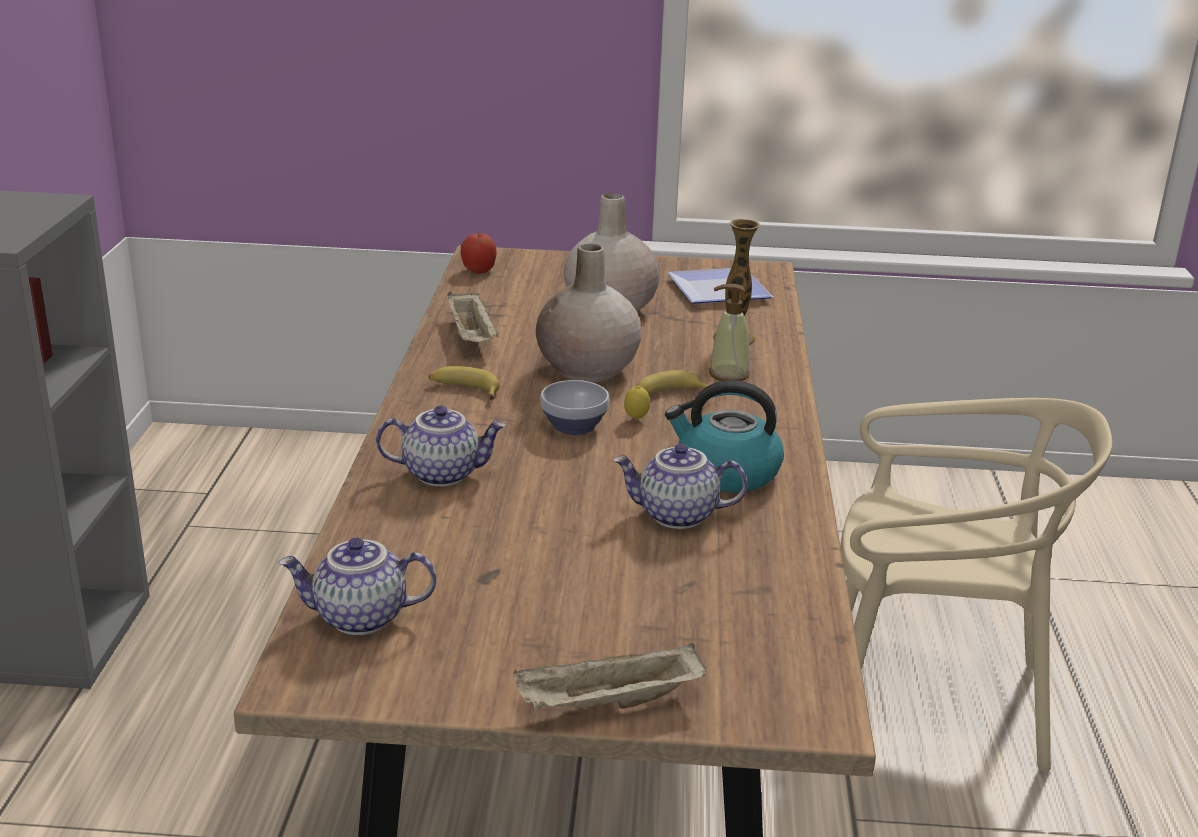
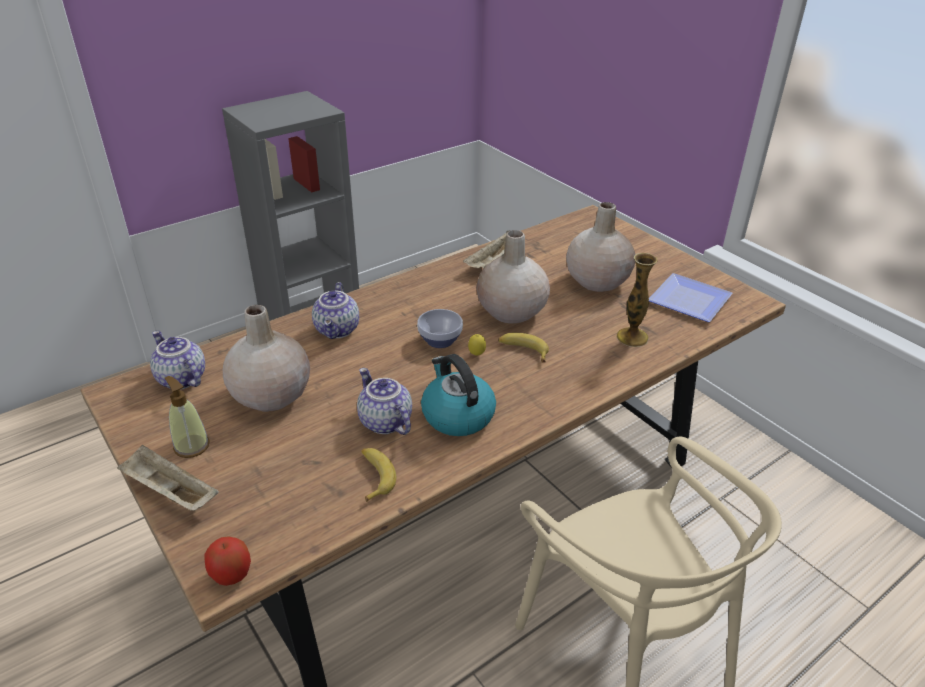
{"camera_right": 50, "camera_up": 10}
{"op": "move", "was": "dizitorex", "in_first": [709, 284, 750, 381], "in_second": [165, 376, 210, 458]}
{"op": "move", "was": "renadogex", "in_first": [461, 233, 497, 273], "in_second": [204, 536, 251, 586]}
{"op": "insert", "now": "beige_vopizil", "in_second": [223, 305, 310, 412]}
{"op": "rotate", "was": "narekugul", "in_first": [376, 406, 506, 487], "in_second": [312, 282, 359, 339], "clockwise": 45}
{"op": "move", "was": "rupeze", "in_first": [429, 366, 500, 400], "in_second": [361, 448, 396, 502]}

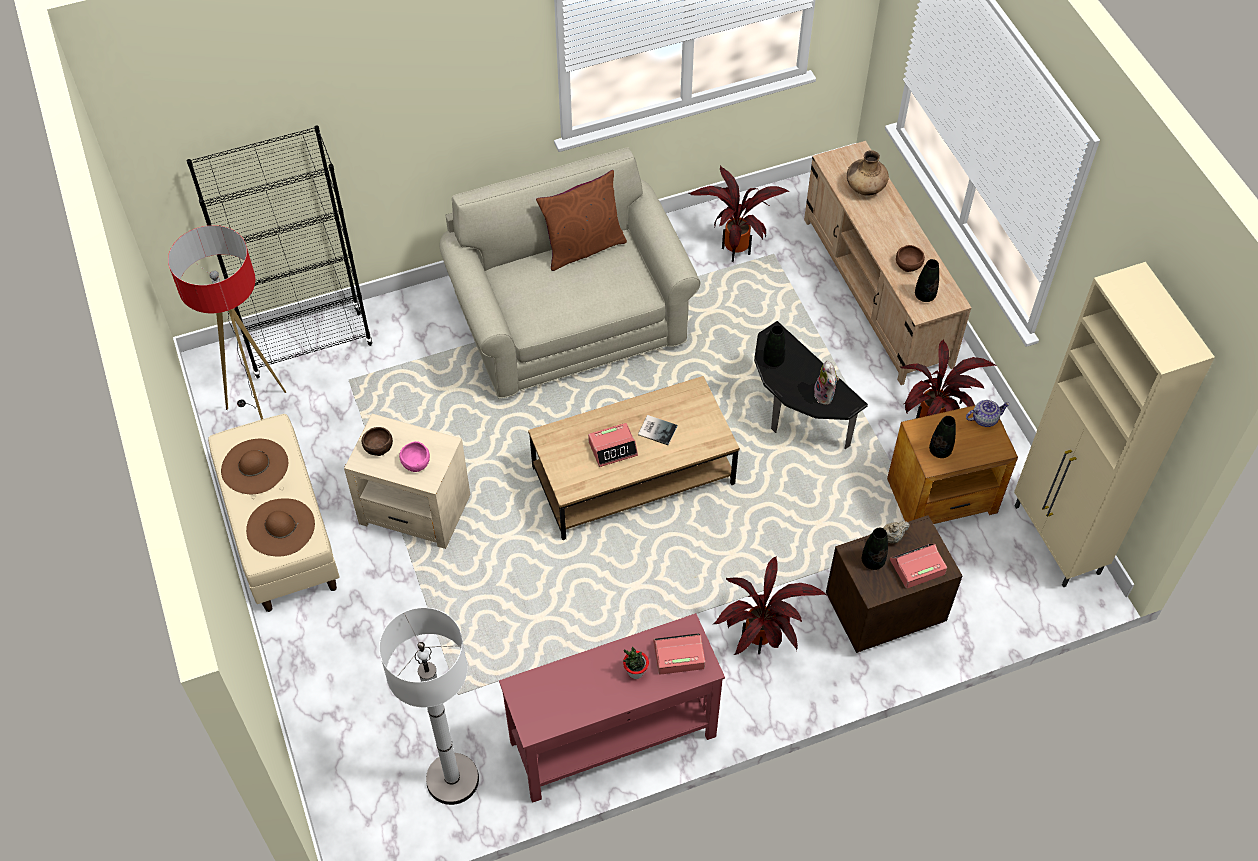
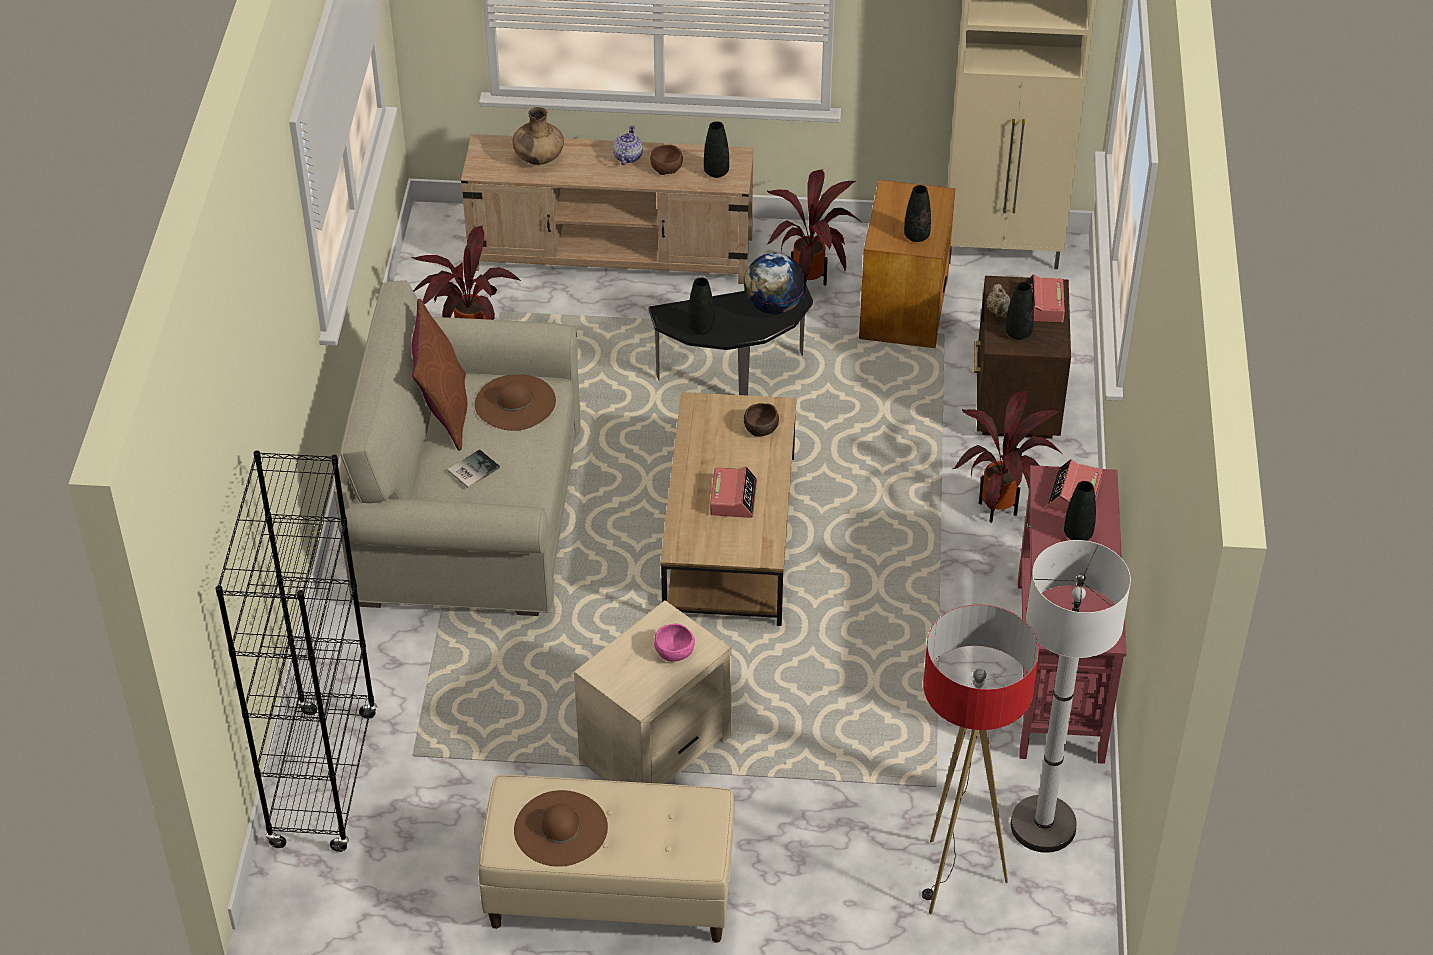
{"camera_right": -65, "camera_up": -10}
{"op": "move", "was": "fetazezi", "in_first": [638, 415, 677, 445], "in_second": [447, 449, 500, 488]}
{"op": "move", "was": "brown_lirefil", "in_first": [246, 498, 315, 556], "in_second": [475, 374, 556, 431]}
{"op": "move", "was": "narekugul", "in_first": [966, 400, 1010, 427], "in_second": [613, 125, 643, 165]}
{"op": "replace", "was": "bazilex", "now": "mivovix", "in_first": [814, 360, 839, 405], "in_second": [744, 253, 805, 314]}
{"op": "move", "was": "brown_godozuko", "in_first": [362, 427, 393, 456], "in_second": [744, 403, 779, 437]}
{"op": "move", "was": "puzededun", "in_first": [168, 225, 286, 420], "in_second": [922, 604, 1039, 914]}
{"op": "replace", "was": "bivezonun", "now": "black_vopizil", "in_first": [623, 647, 649, 679], "in_second": [1064, 481, 1096, 541]}

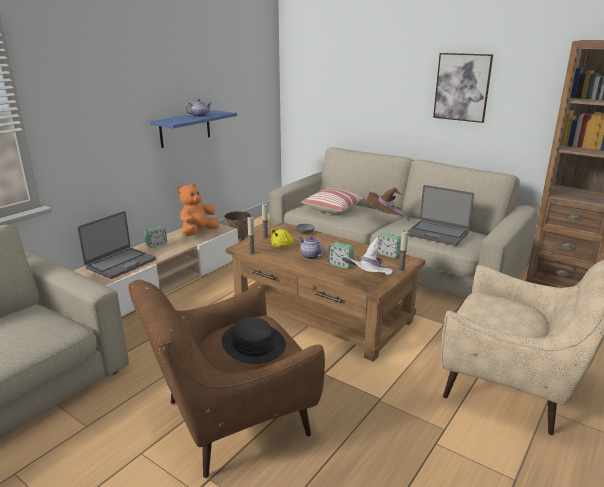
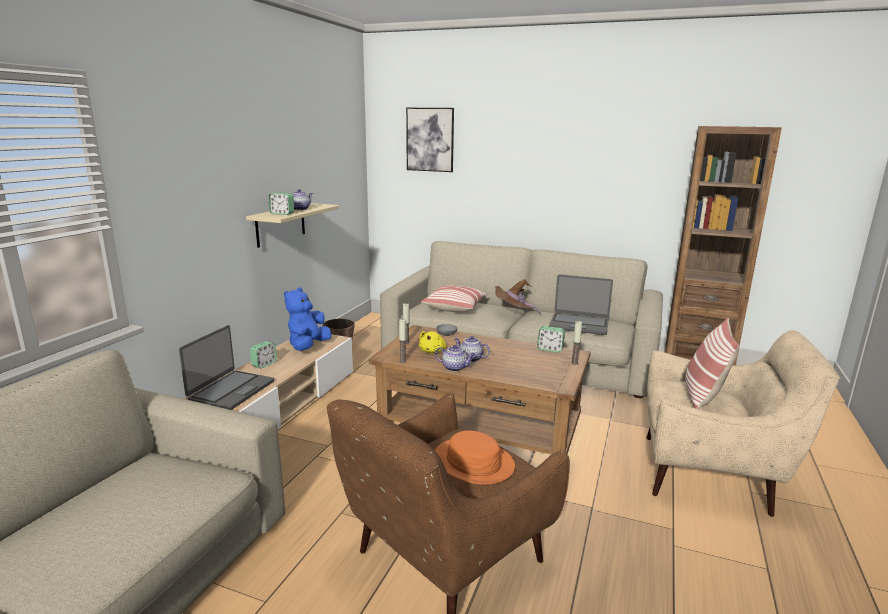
{"camera_right": -15, "camera_up": -5}
{"op": "recolor", "was": "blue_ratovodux", "now": "beige_ratovodux", "in_first": [150, 110, 237, 148], "in_second": [246, 203, 339, 248]}
{"op": "move", "was": "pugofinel", "in_first": [328, 242, 354, 269], "in_second": [268, 192, 294, 215]}
{"op": "recolor", "was": "orange_bazilex", "now": "blue_bazilex", "in_first": [177, 183, 219, 236], "in_second": [284, 288, 331, 351]}
{"op": "move", "was": "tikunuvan", "in_first": [433, 53, 493, 123], "in_second": [406, 108, 454, 172]}
{"op": "insert", "now": "narekugul", "in_second": [435, 345, 475, 371]}
{"op": "recolor", "was": "black_lirefil", "now": "orange_lirefil", "in_first": [222, 317, 286, 364], "in_second": [435, 431, 515, 485]}
{"op": "insert", "now": "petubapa", "in_second": [685, 318, 739, 409]}
{"op": "delete", "was": "white_lirefil", "in_first": [342, 237, 393, 275]}

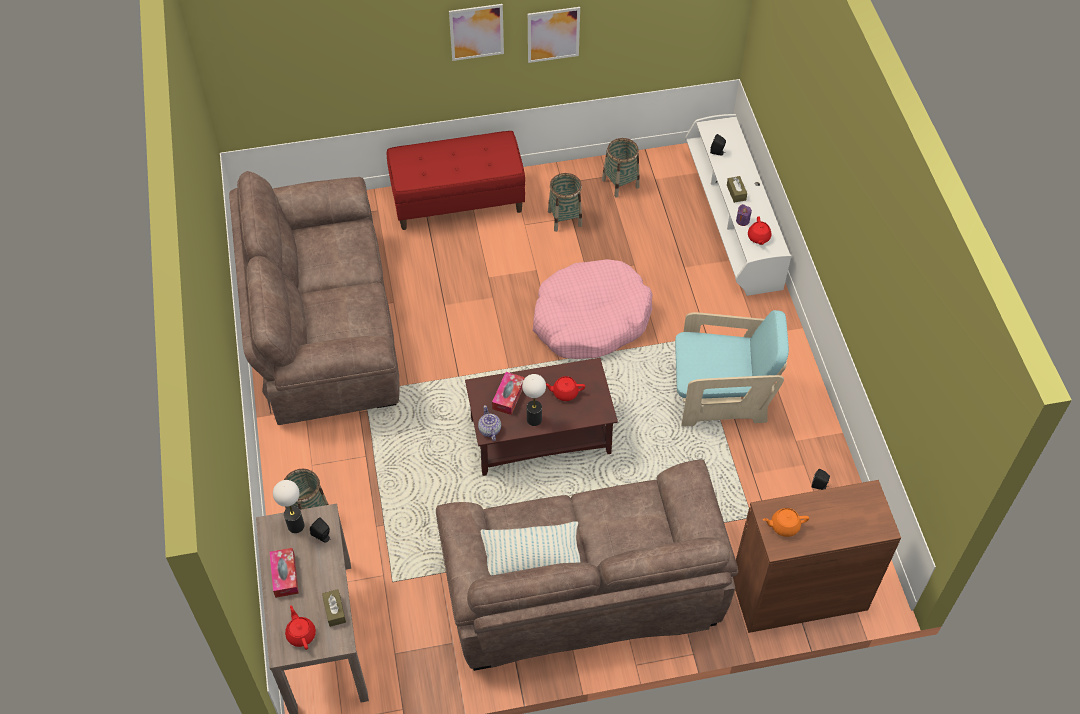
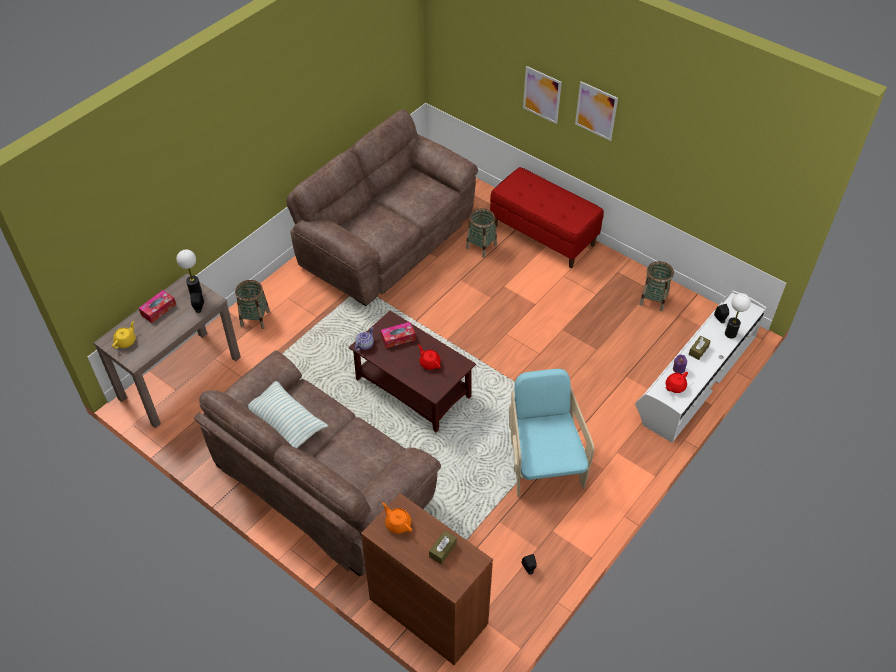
{"camera_right": 50, "camera_up": -5}
{"op": "recolor", "was": "red_narekugul", "now": "yellow_narekugul", "in_first": [285, 605, 316, 650], "in_second": [112, 321, 136, 349]}
{"op": "move", "was": "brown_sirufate", "in_first": [322, 589, 346, 627], "in_second": [429, 531, 457, 564]}
{"op": "move", "was": "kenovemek", "in_first": [548, 173, 582, 232], "in_second": [466, 208, 497, 258]}
{"op": "rotate", "was": "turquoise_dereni", "in_first": [675, 310, 789, 427], "in_second": [509, 369, 594, 497], "clockwise": -150}
{"op": "move", "was": "tikunuvan", "in_first": [528, 7, 580, 63], "in_second": [523, 66, 562, 124]}
{"op": "move", "was": "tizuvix", "in_first": [522, 374, 546, 426], "in_second": [725, 293, 751, 339]}
{"op": "delete", "was": "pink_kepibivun", "in_first": [533, 259, 653, 359]}

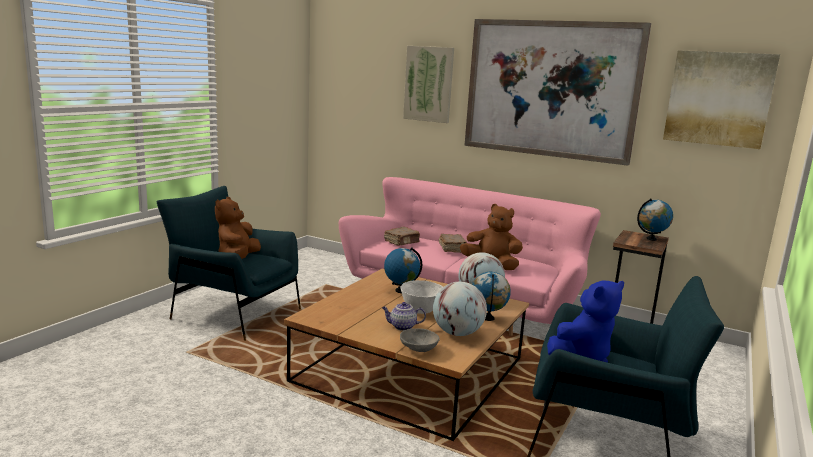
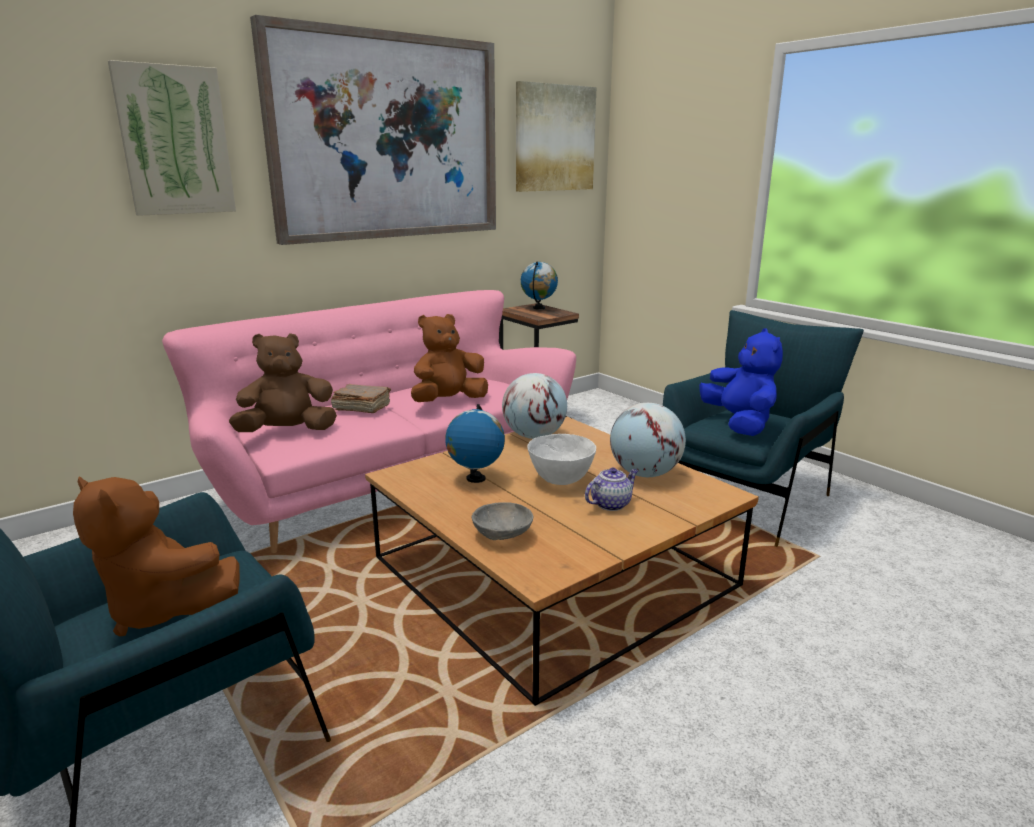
{"camera_right": -65, "camera_up": 5}
{"op": "replace", "was": "brown_fetazezi", "now": "brown_bazilex", "in_first": [384, 227, 420, 246], "in_second": [229, 333, 337, 432]}
{"op": "move", "was": "grey_godozuko", "in_first": [400, 328, 440, 352], "in_second": [472, 502, 533, 540]}
{"op": "rotate", "was": "narekugul", "in_first": [382, 302, 426, 331], "in_second": [585, 468, 638, 511], "clockwise": -150}
{"op": "delete", "was": "mivovix", "in_first": [472, 272, 511, 321]}

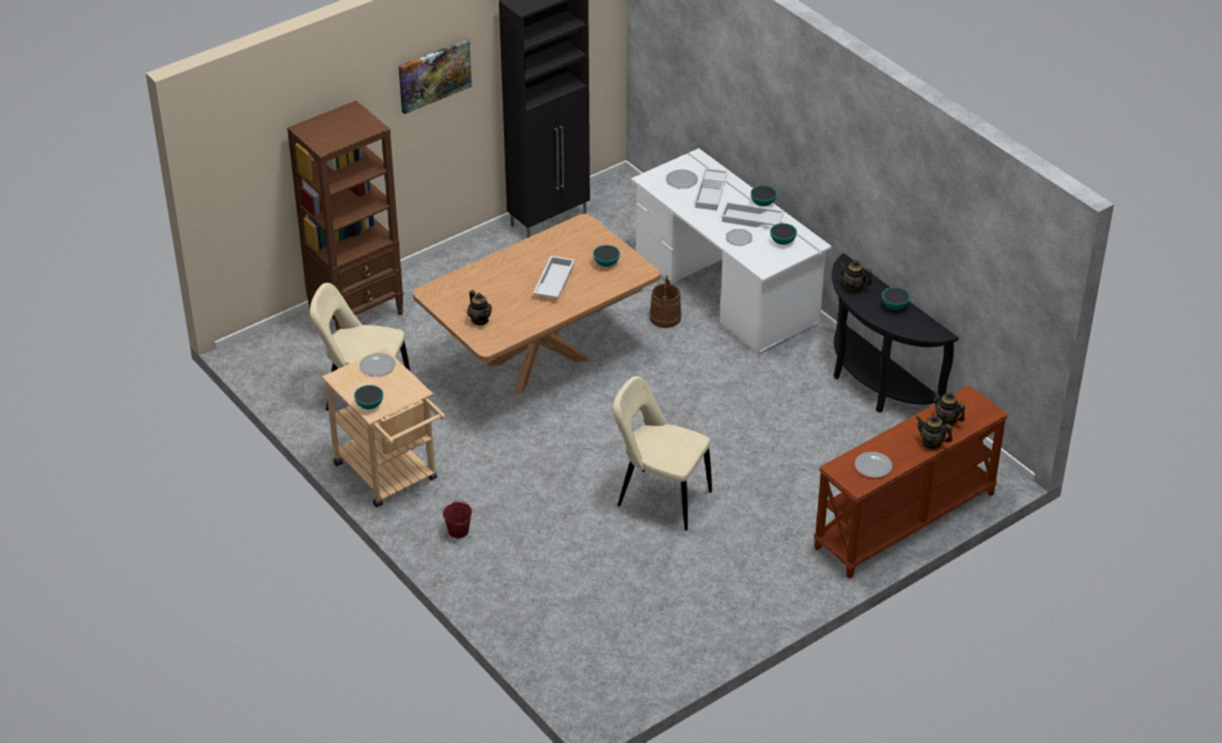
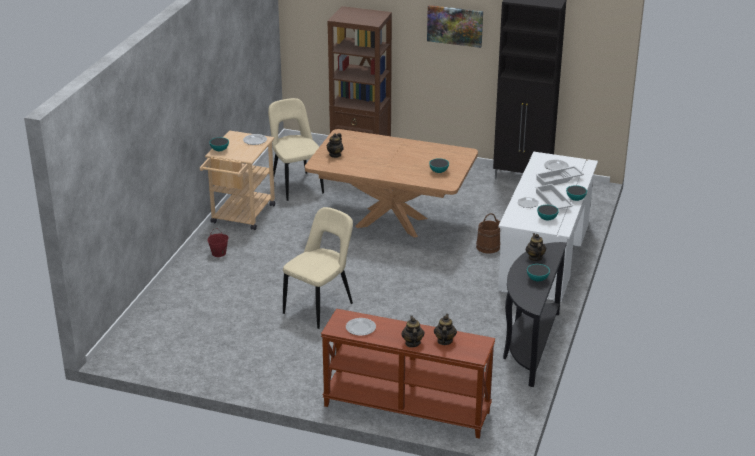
{"camera_right": 55, "camera_up": -10}
{"op": "rotate", "was": "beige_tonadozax", "in_first": [613, 376, 712, 530], "in_second": [283, 207, 353, 329], "clockwise": 45}
{"op": "delete", "was": "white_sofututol", "in_first": [533, 256, 575, 298]}

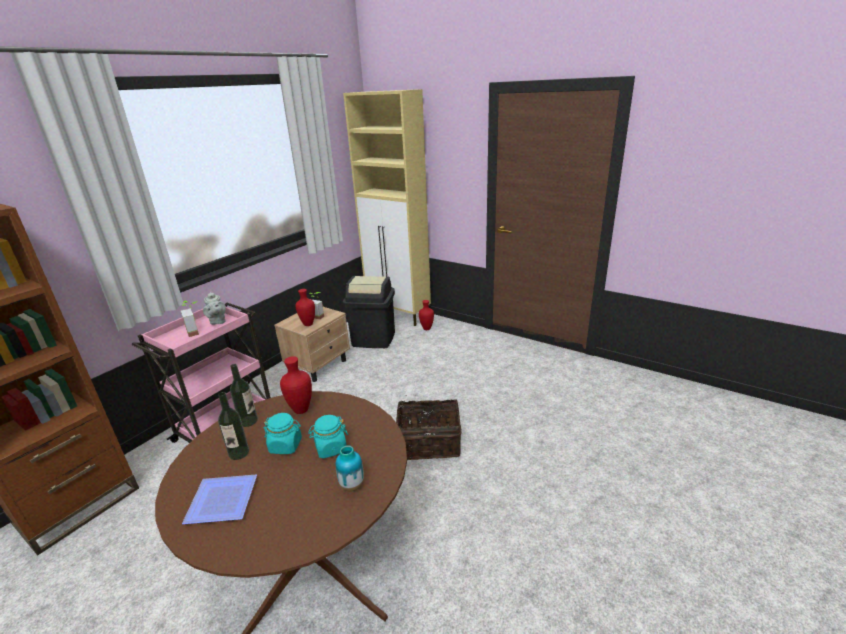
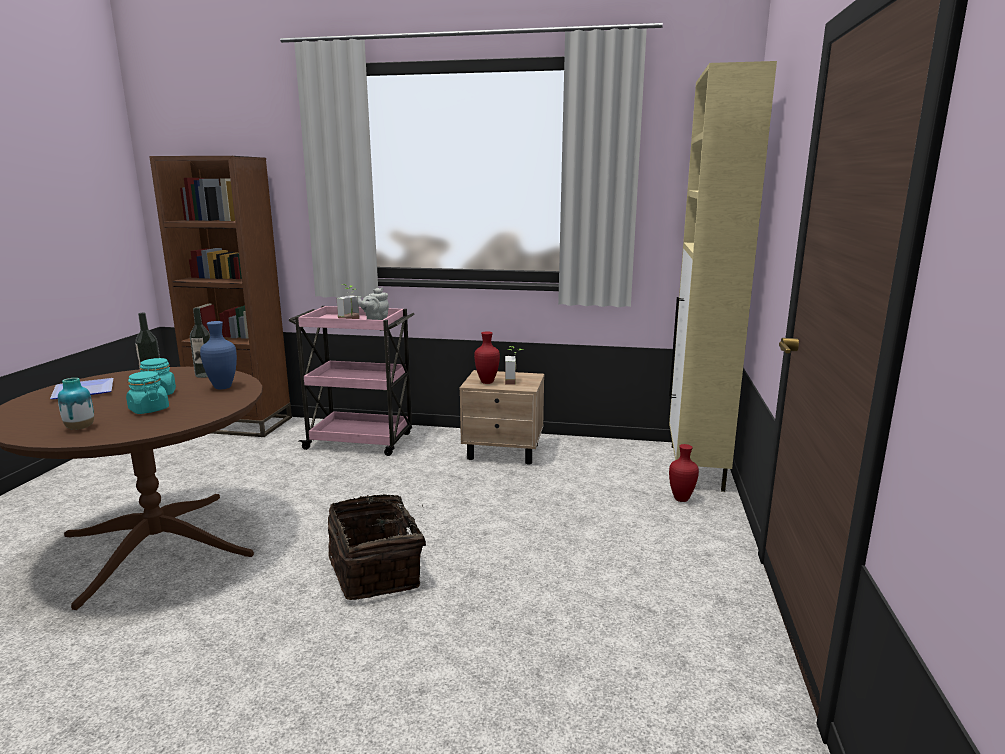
{"camera_right": 65, "camera_up": -10}
{"op": "recolor", "was": "red_vopizil", "now": "blue_vopizil", "in_first": [280, 356, 312, 414], "in_second": [200, 321, 237, 389]}
{"op": "delete", "was": "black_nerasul", "in_first": [343, 276, 395, 348]}

